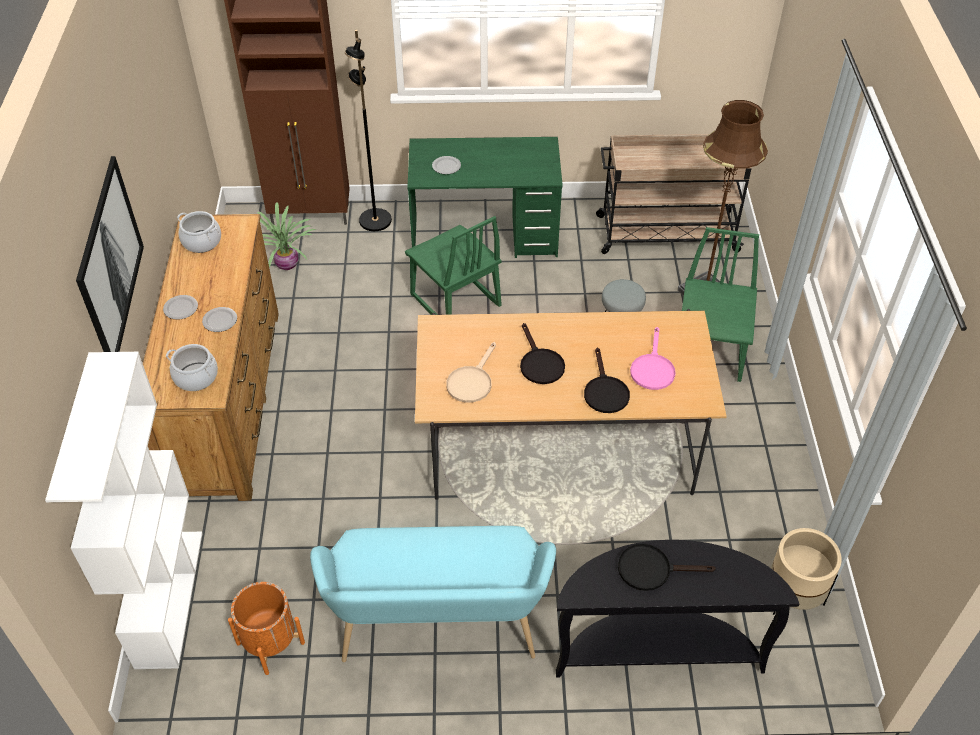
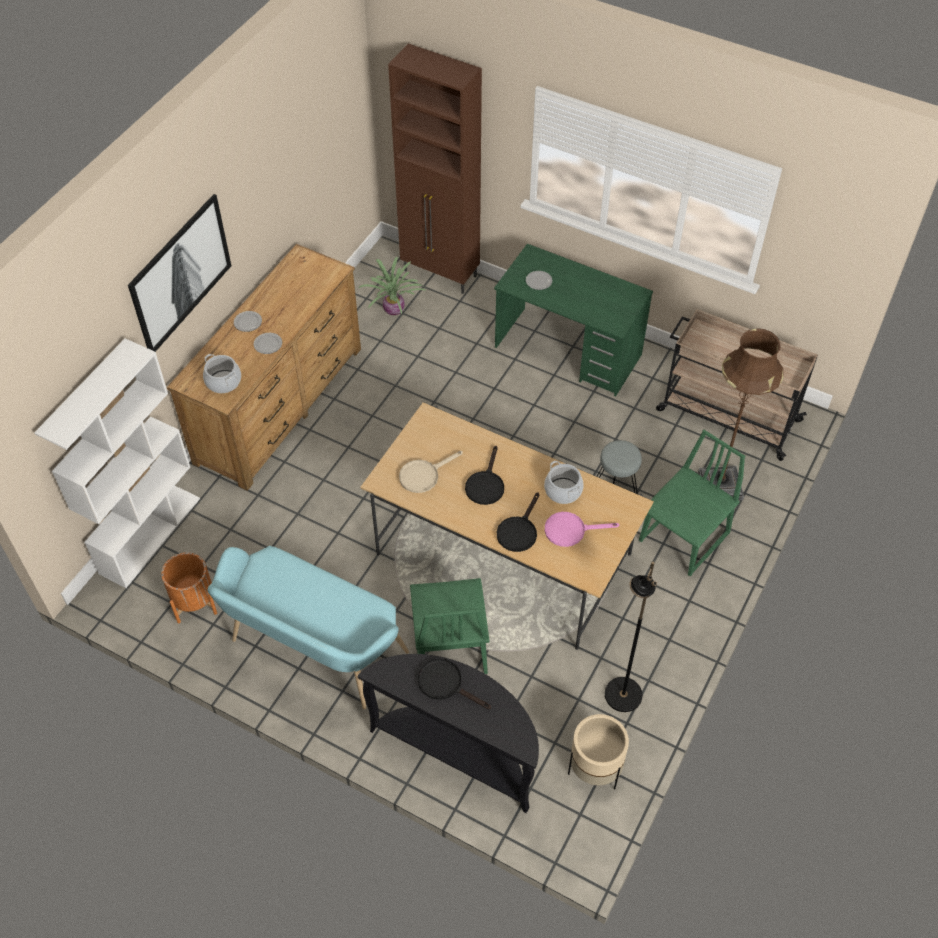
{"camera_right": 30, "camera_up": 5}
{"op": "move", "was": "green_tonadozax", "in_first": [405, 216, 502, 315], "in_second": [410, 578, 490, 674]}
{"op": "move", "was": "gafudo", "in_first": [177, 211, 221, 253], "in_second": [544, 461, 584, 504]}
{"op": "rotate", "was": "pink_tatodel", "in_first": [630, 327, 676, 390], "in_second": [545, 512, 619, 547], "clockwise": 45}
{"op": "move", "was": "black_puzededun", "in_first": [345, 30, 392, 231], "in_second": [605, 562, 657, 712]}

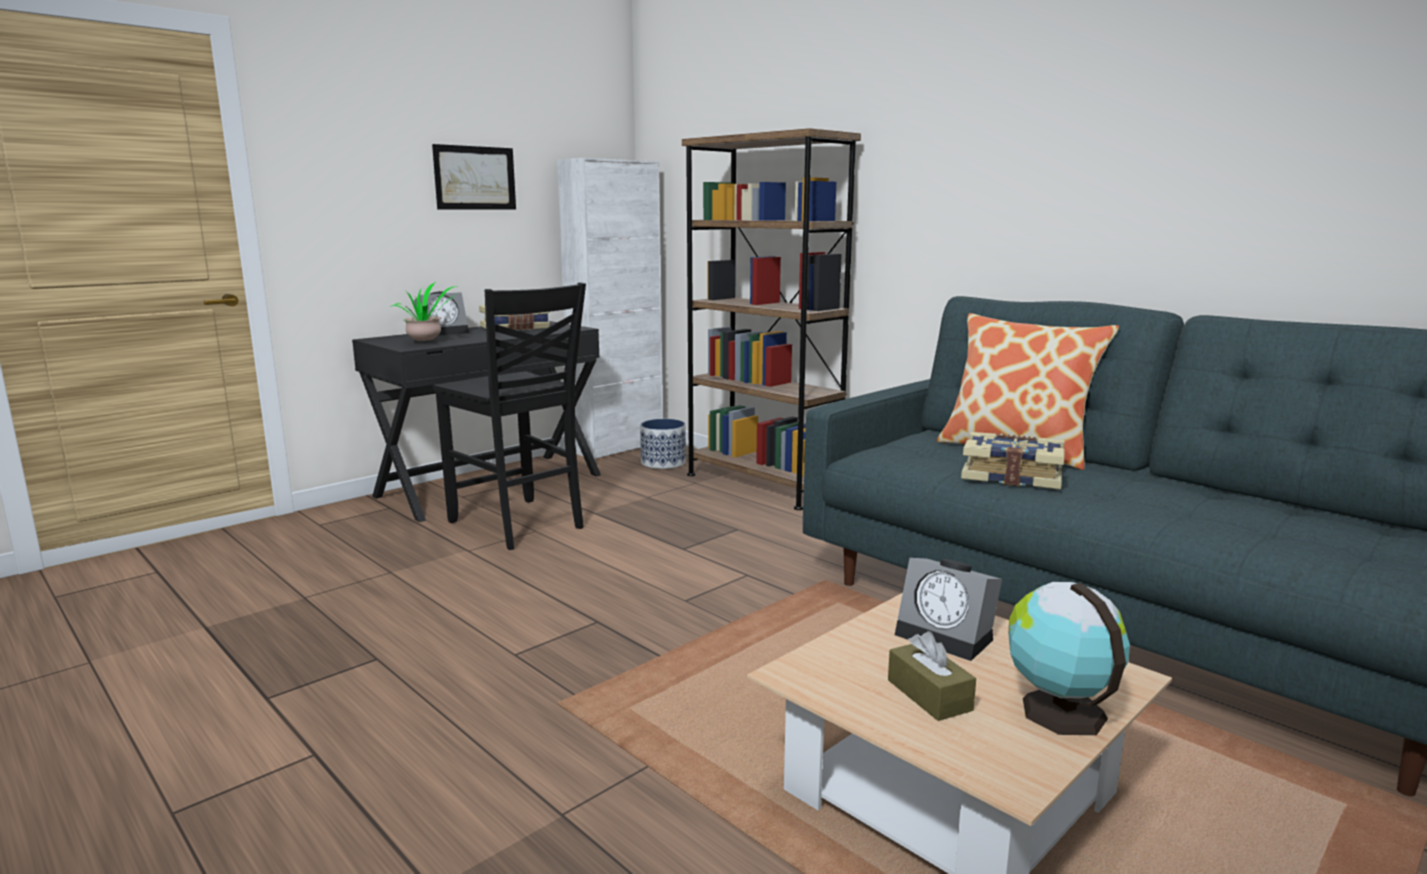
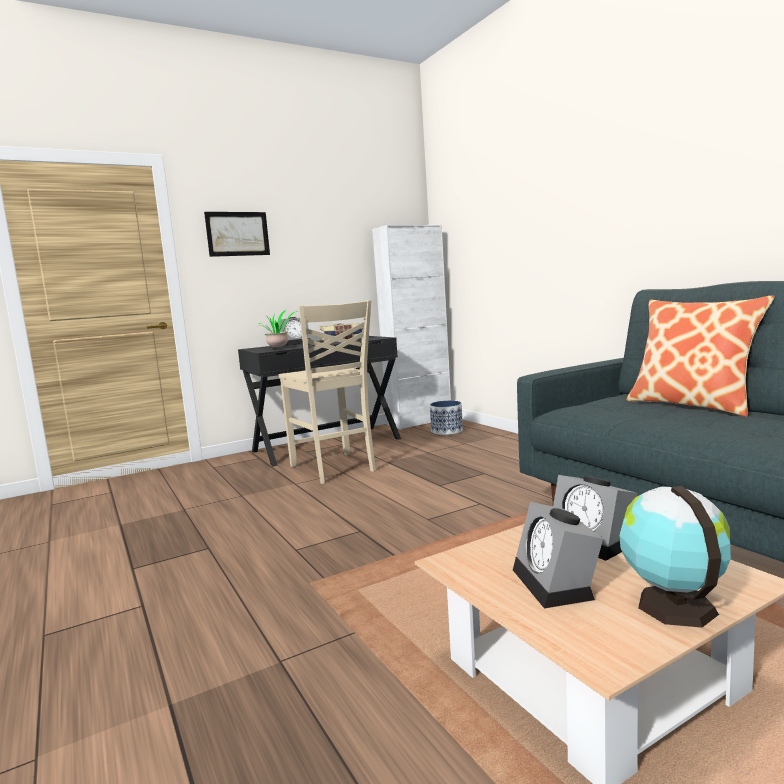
{"camera_right": 15, "camera_up": -5}
{"op": "move", "was": "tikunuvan", "in_first": [432, 144, 516, 210], "in_second": [204, 212, 270, 257]}
{"op": "recolor", "was": "black_tonadozax", "now": "beige_tonadozax", "in_first": [434, 282, 586, 550], "in_second": [279, 300, 376, 484]}
{"op": "replace", "was": "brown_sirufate", "now": "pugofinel", "in_first": [888, 631, 976, 721], "in_second": [513, 502, 603, 608]}
{"op": "delete", "was": "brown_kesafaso", "in_first": [682, 128, 861, 510]}
{"op": "delete", "was": "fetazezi", "in_first": [961, 432, 1065, 489]}

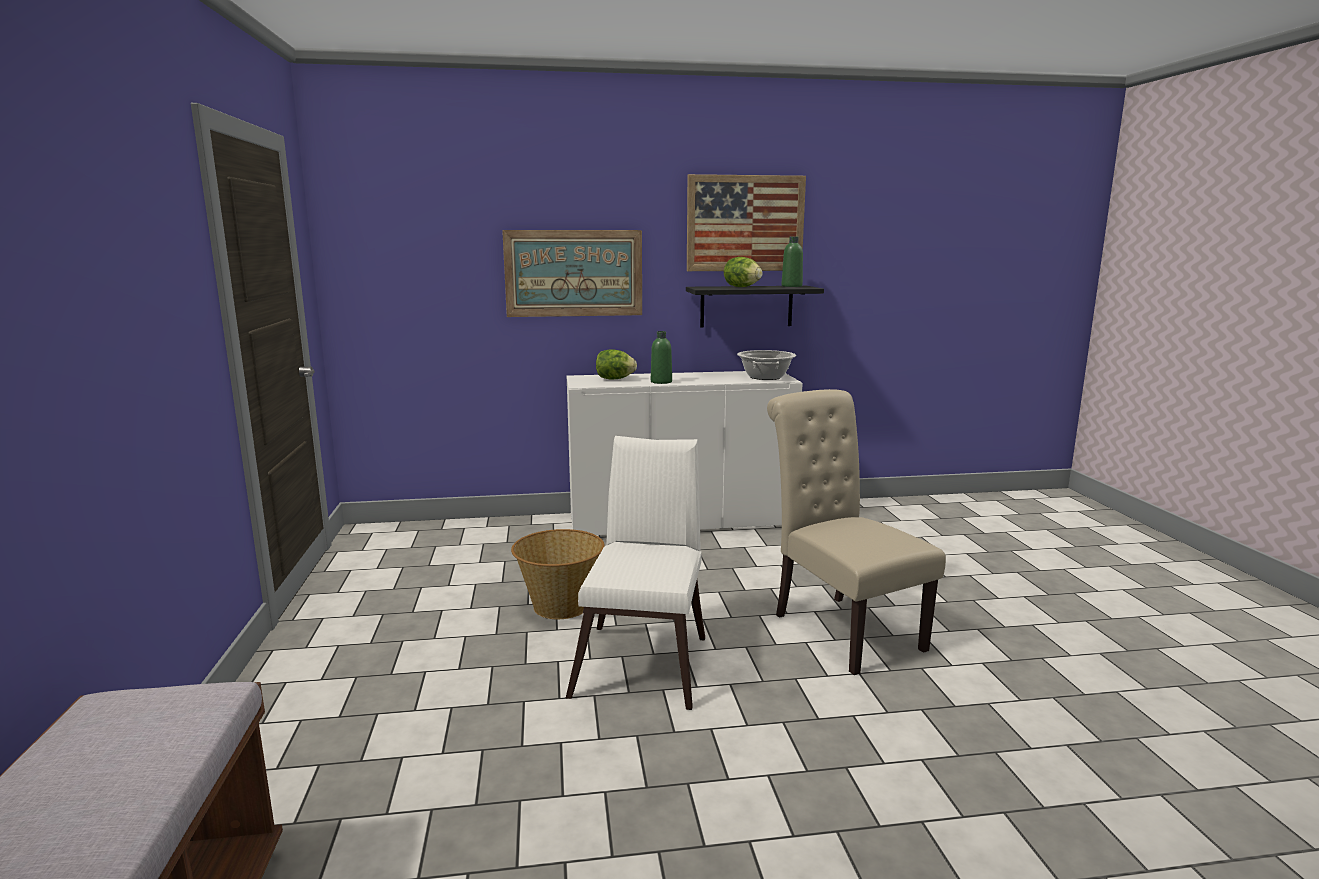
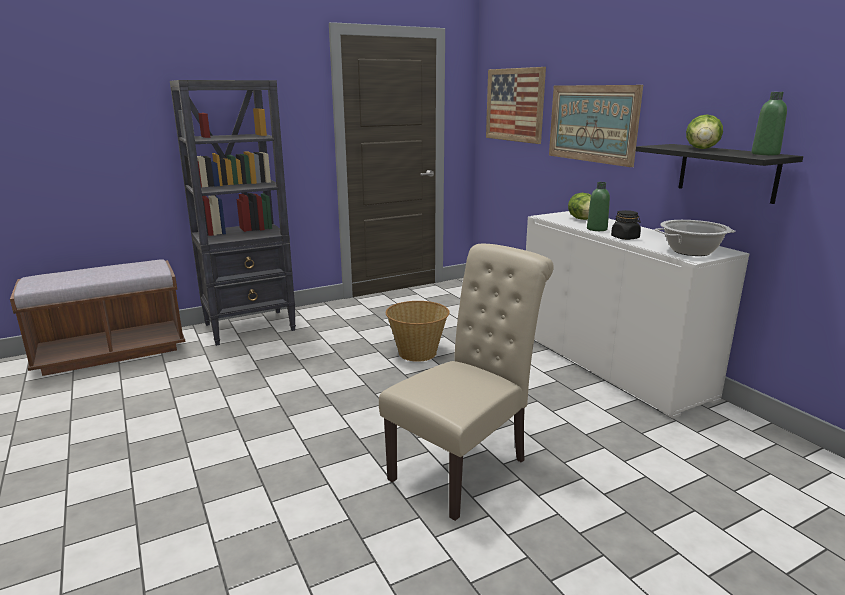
{"camera_right": 70, "camera_up": 5}
{"op": "insert", "now": "black_kesafaso", "in_second": [170, 80, 296, 346]}
{"op": "move", "was": "tikunuvan", "in_first": [687, 174, 806, 271], "in_second": [486, 67, 546, 144]}
{"op": "insert", "now": "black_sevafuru", "in_second": [611, 210, 641, 240]}
{"op": "delete", "was": "white_tonadozax", "in_first": [566, 436, 705, 710]}

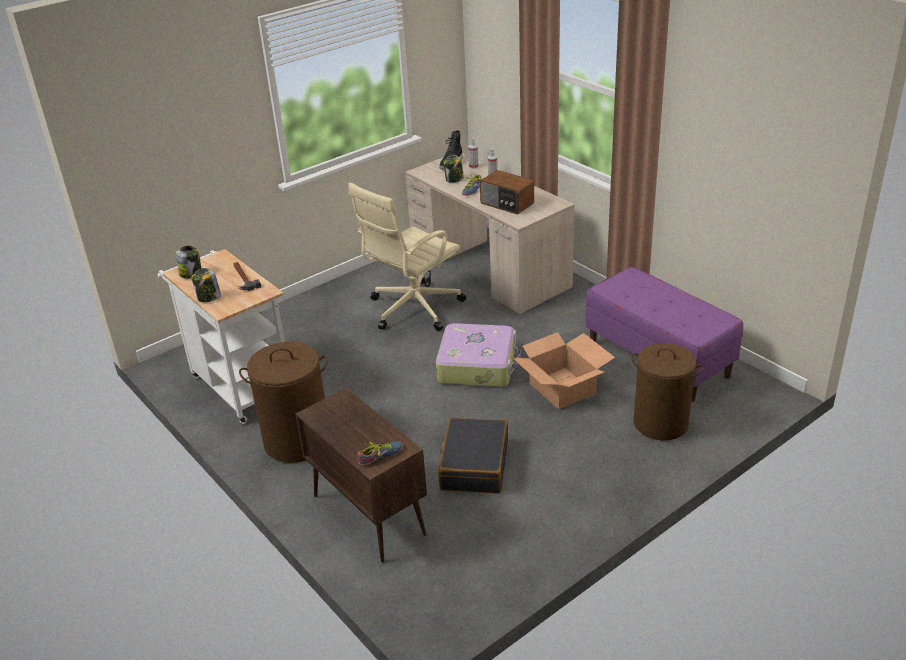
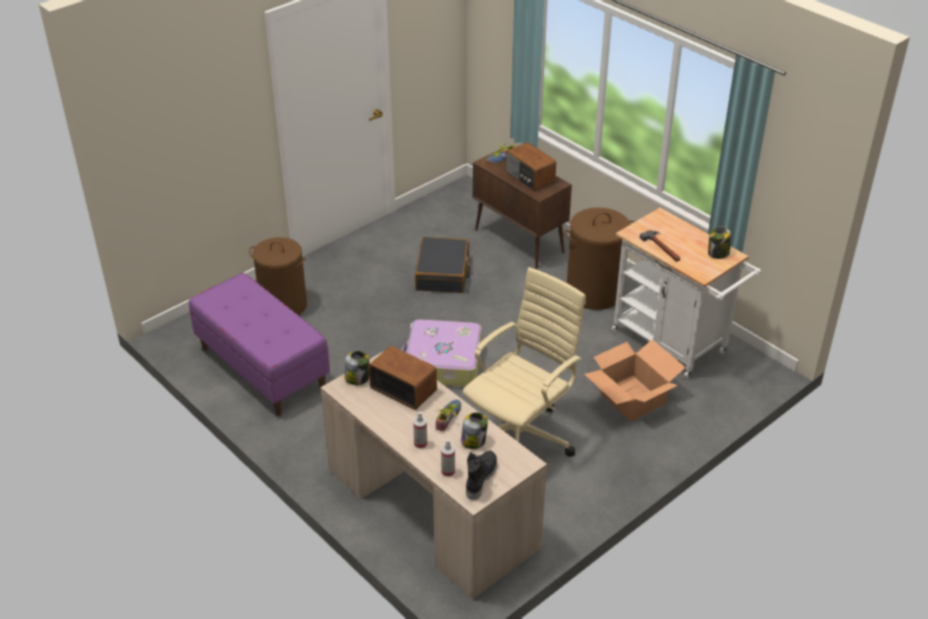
{"camera_right": 175, "camera_up": 5}
{"op": "move", "was": "sevafuru", "in_first": [192, 268, 221, 302], "in_second": [345, 351, 370, 385]}
{"op": "insert", "now": "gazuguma", "in_second": [505, 142, 556, 191]}
{"op": "move", "was": "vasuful", "in_first": [513, 332, 615, 410], "in_second": [584, 339, 686, 422]}

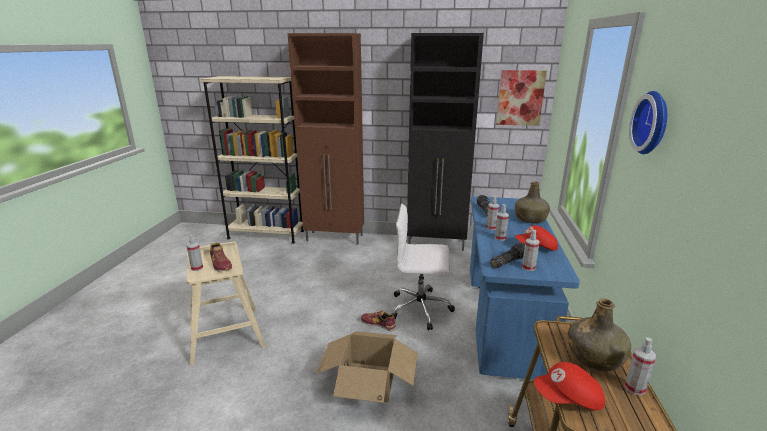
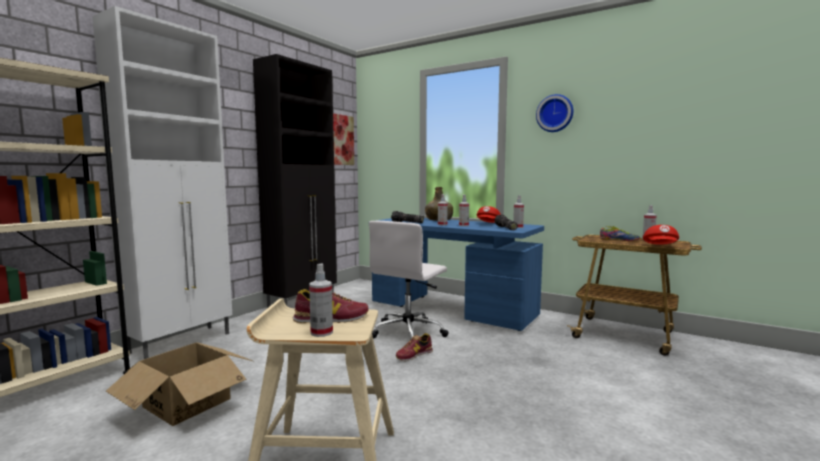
{"camera_right": -65, "camera_up": -15}
{"op": "recolor", "was": "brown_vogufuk", "now": "white_vogufuk", "in_first": [287, 33, 364, 245], "in_second": [92, 6, 232, 359]}
{"op": "move", "was": "vasuful", "in_first": [316, 331, 418, 403], "in_second": [106, 342, 252, 426]}
{"op": "replace", "was": "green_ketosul", "now": "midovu", "in_first": [568, 299, 631, 371], "in_second": [600, 226, 640, 241]}

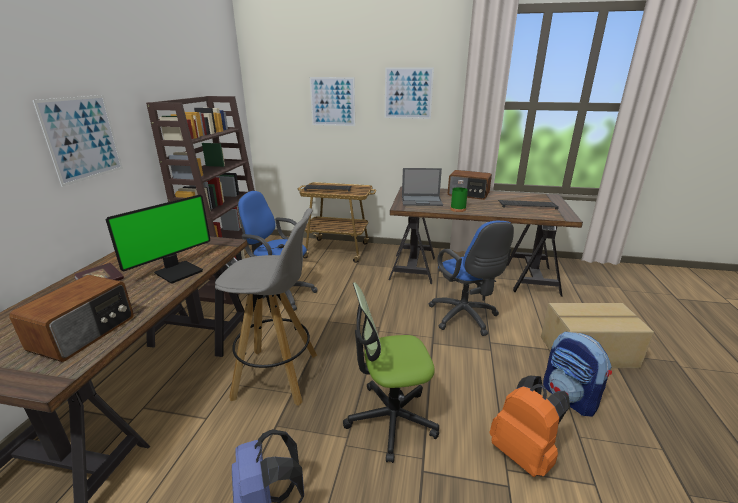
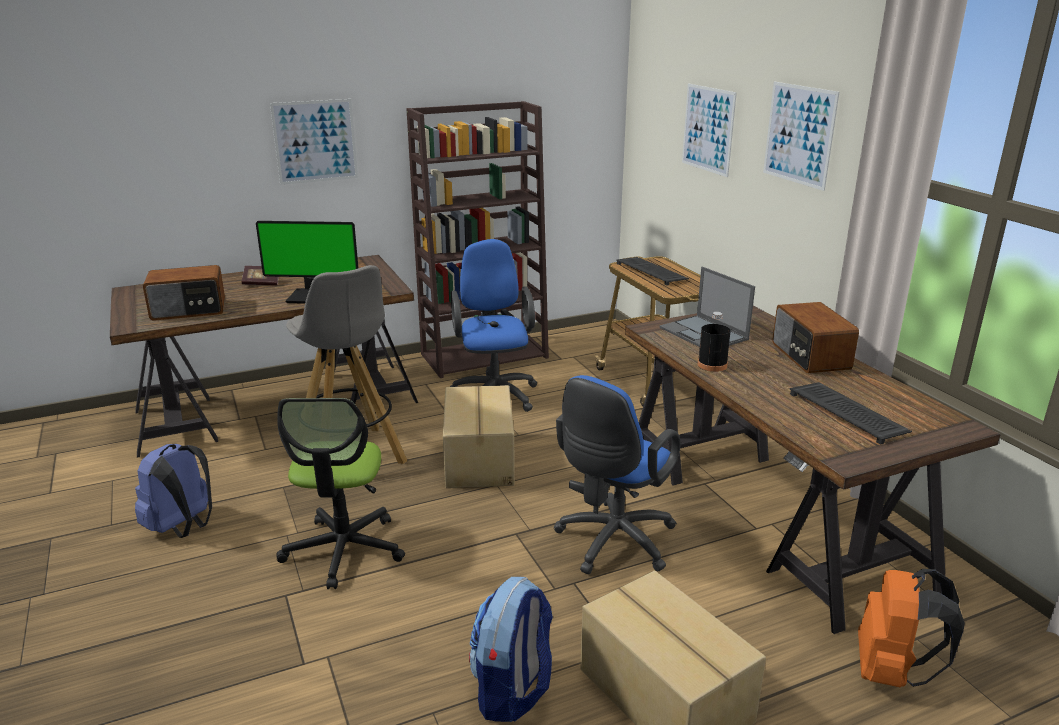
{"camera_right": 55, "camera_up": 0}
{"op": "rotate", "was": "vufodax", "in_first": [343, 282, 439, 463], "in_second": [276, 398, 405, 589], "clockwise": -135}
{"op": "insert", "now": "vasuful", "in_second": [443, 385, 515, 488]}
{"op": "recolor", "was": "green_ketosul", "now": "black_ketosul", "in_first": [450, 180, 468, 212], "in_second": [698, 312, 731, 372]}
{"op": "move", "was": "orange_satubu", "in_first": [490, 375, 570, 477], "in_second": [858, 569, 965, 688]}

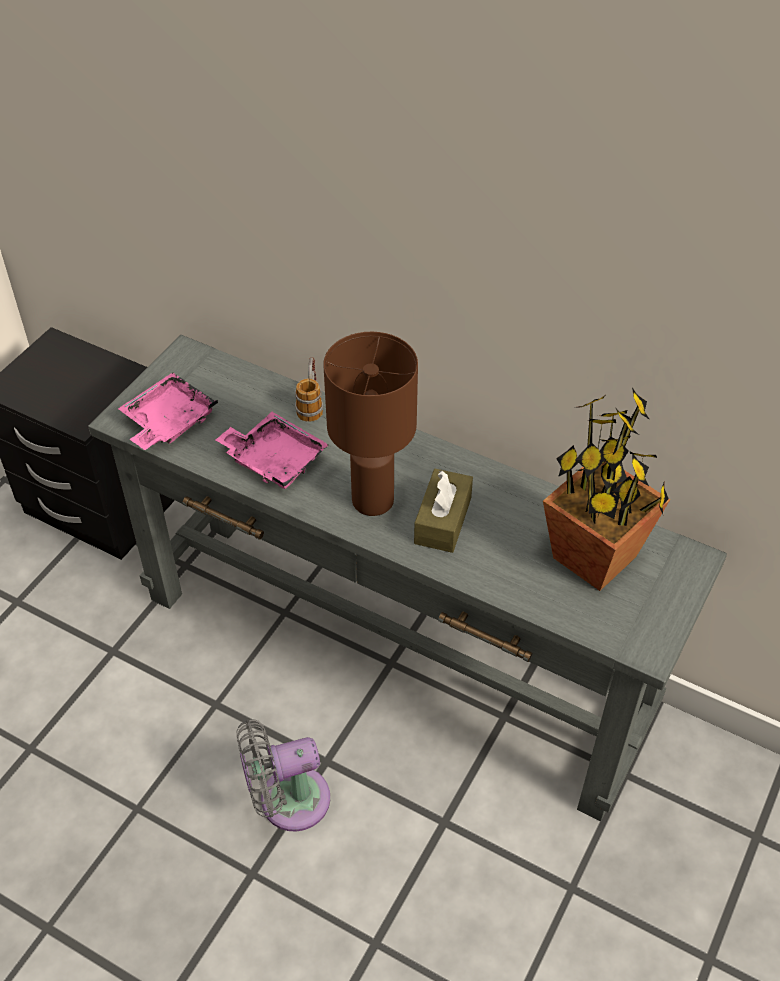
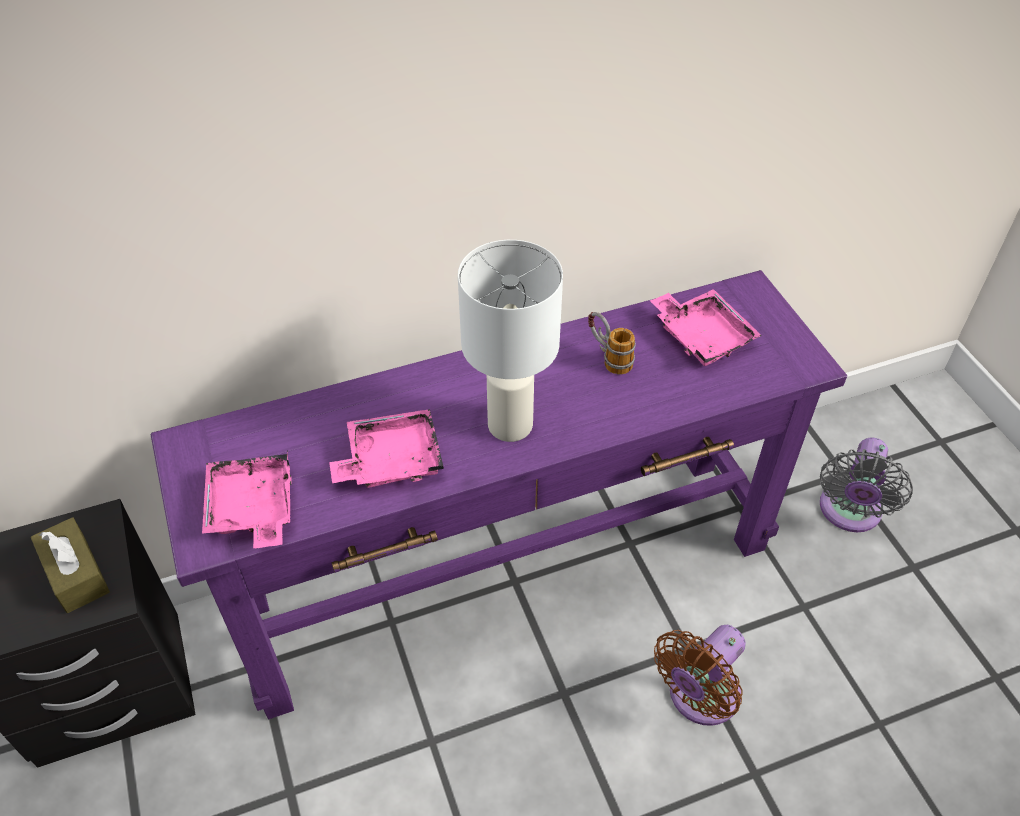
{"camera_right": -50, "camera_up": 0}
{"op": "move", "was": "brown_sirufate", "in_first": [414, 469, 473, 553], "in_second": [31, 517, 110, 613]}
{"op": "recolor", "was": "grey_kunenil", "now": "purple_kunenil", "in_first": [88, 335, 727, 821], "in_second": [151, 270, 847, 719]}
{"op": "recolor", "was": "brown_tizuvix", "now": "white_tizuvix", "in_first": [323, 332, 418, 516], "in_second": [458, 240, 563, 442]}
{"op": "move", "was": "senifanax", "in_first": [295, 357, 323, 422], "in_second": [588, 312, 636, 374]}
{"op": "replace", "was": "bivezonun", "now": "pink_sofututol", "in_first": [543, 388, 670, 591], "in_second": [650, 289, 762, 366]}
{"op": "insert", "now": "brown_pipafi", "in_second": [654, 625, 746, 726]}
{"op": "move", "was": "grey_pipafi", "in_first": [236, 719, 330, 832], "in_second": [820, 437, 913, 532]}

